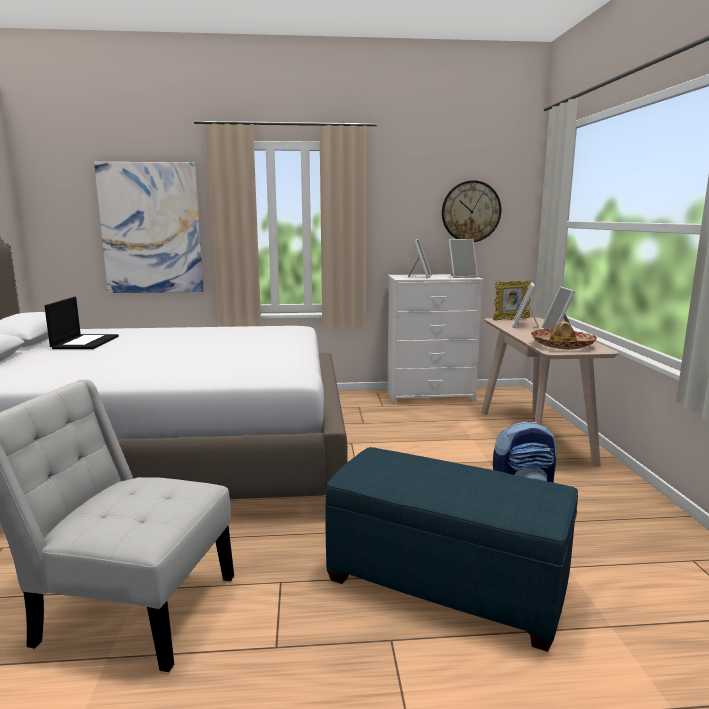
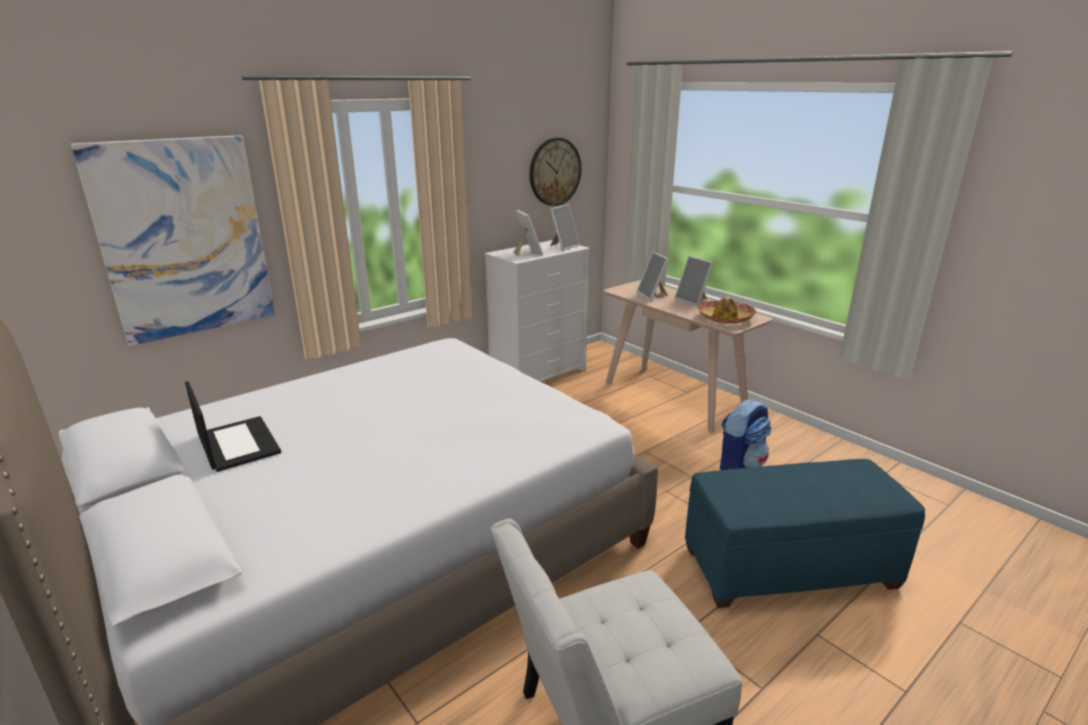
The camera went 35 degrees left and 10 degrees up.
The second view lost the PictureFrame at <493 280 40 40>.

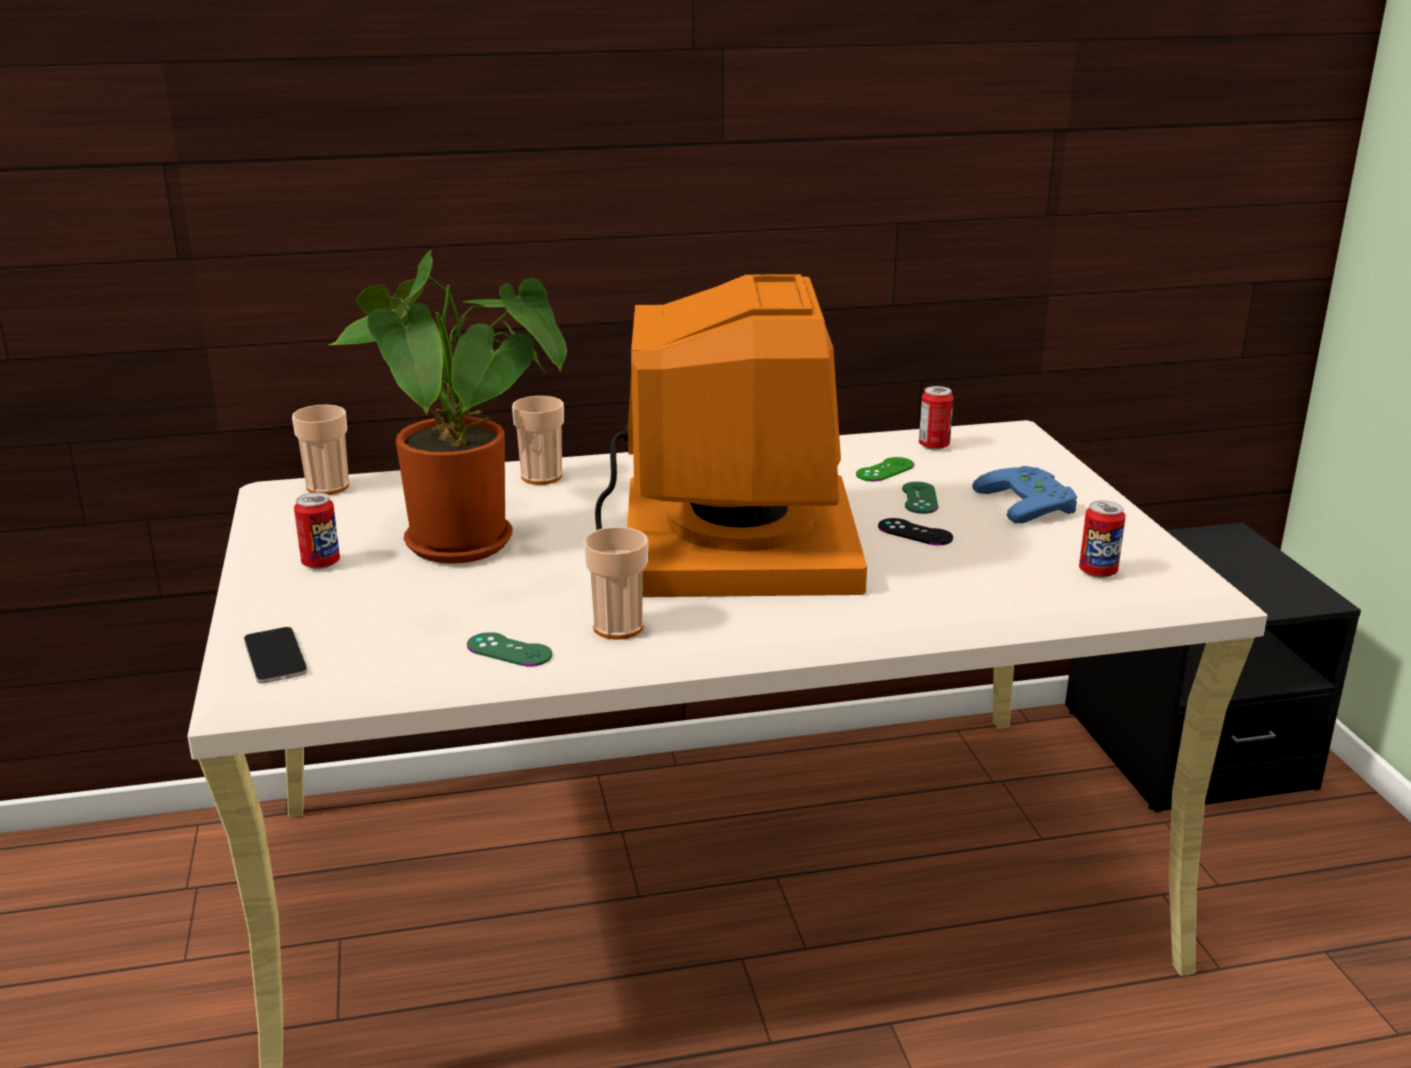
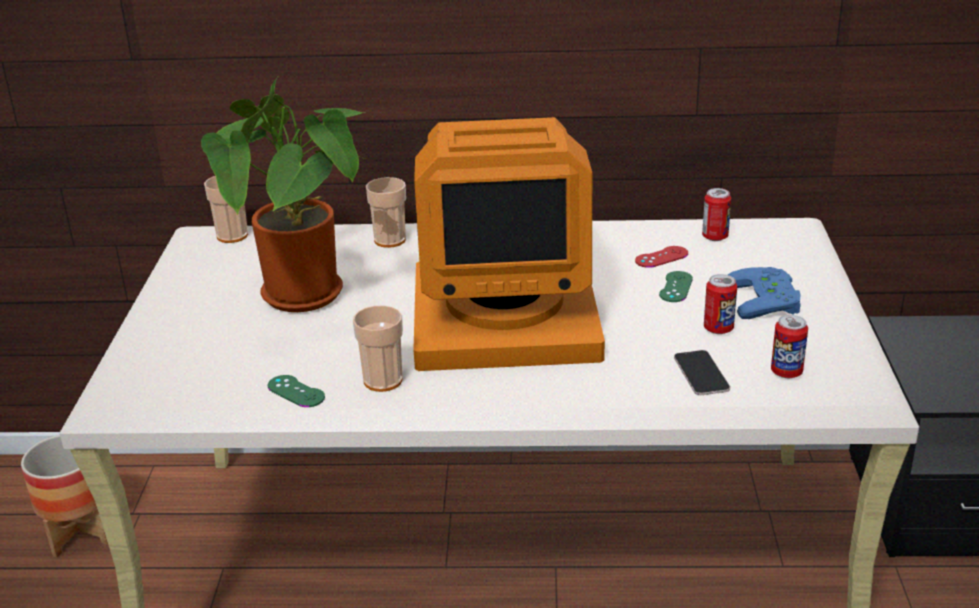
The camera went 15 degrees right and 5 degrees up.
The Monitor at <595 274 272 323> ended up facing another way, 75 degrees clockwise from before.
What was the GreenColouredGamepad at <856 457 58 25> turned into the ReddishGamepad at <635 246 53 22>.
The Can ended up elsewhere, having gone from <294 493 46 76> to <704 274 33 60>.
The second view lost the BlackishGamepad at <878 518 75 27>.
The Phone ended up elsewhere, having gone from <244 627 64 56> to <674 350 56 45>.
The second view gained the Planter at <21 435 87 123>.

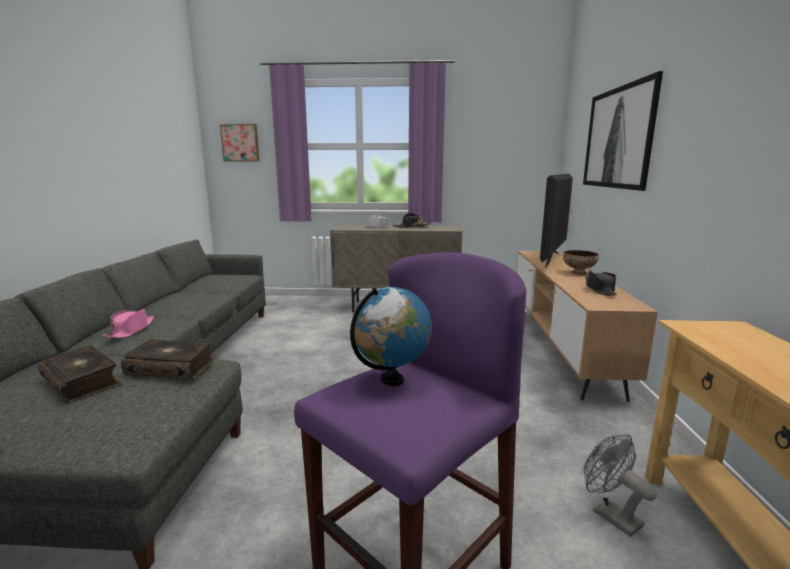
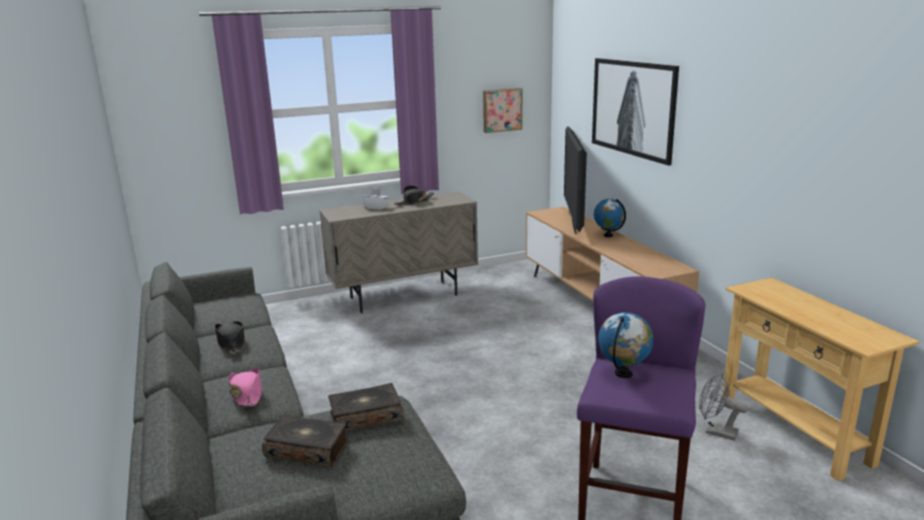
The camera went 25 degrees left and 5 degrees up.
The Picture ended up elsewhere, having gone from <220 124 40 38> to <483 88 39 45>.
Where the Bowl stood at <563 250 36 24>, the WorldGlobe came to stand at <594 199 32 38>.
The BlackishHat ended up elsewhere, having gone from <585 270 32 26> to <214 321 31 33>.

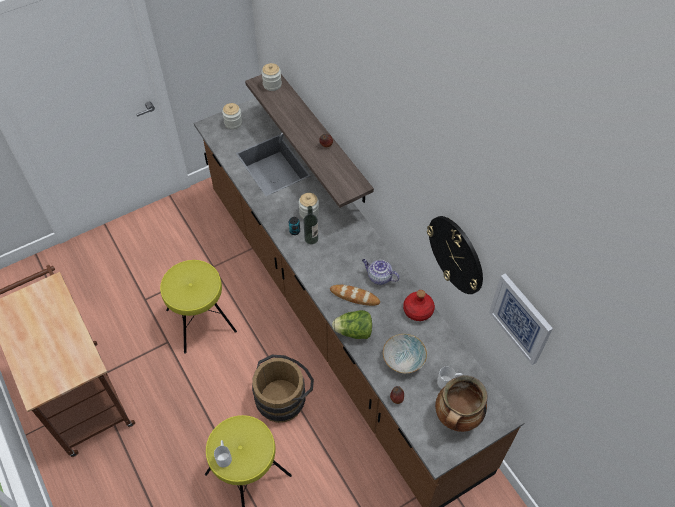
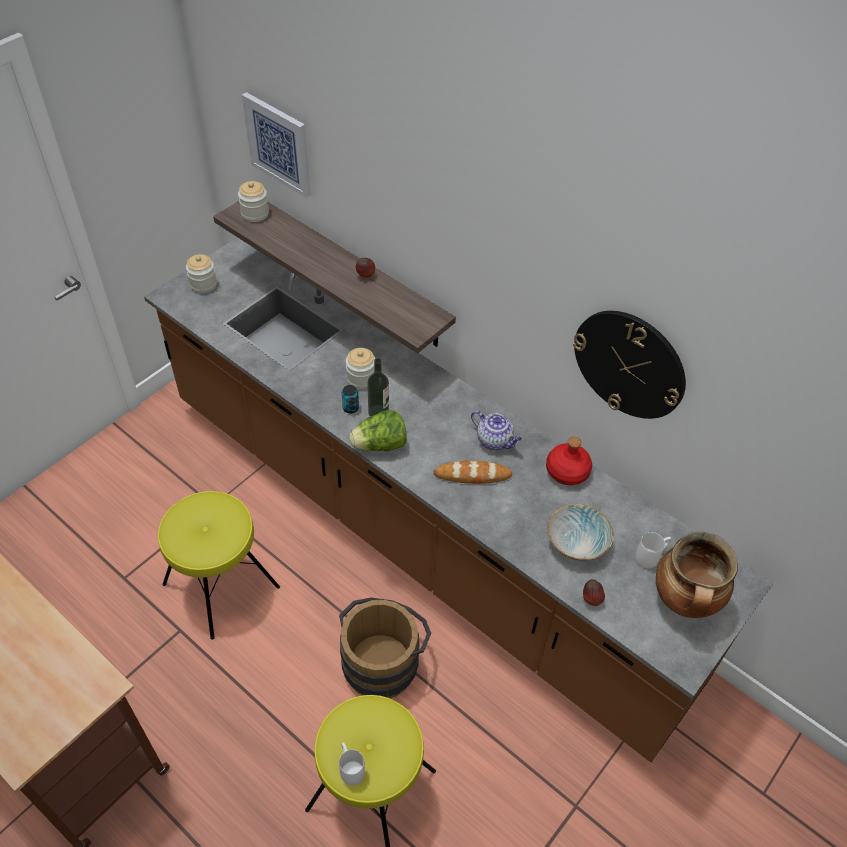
The camera went 20 degrees left and 5 degrees down.
The PotForTea at <362 259 37 26> ended up facing another way, 150 degrees counterclockwise from before.
The Picture ended up elsewhere, having gone from <489 274 64 91> to <242 92 69 106>.
The HeadOfLettuce ended up elsewhere, having gone from <332 310 40 29> to <349 410 57 41>.

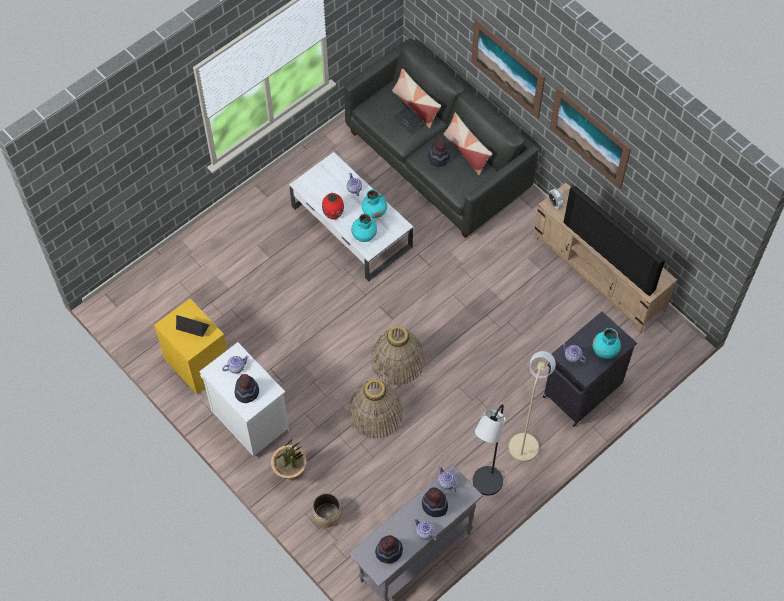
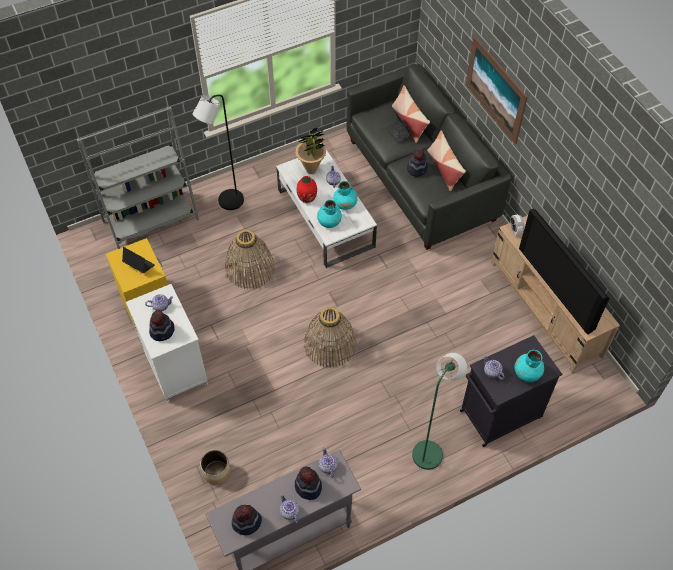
The camera went 15 degrees right and 5 degrees down.
The second view lost the Picture at <550 87 81 102>.
What was the BeigeColouredFloorLamp at <509 351 47 111> turned into the GreenColouredFloorLamp at <412 353 55 117>.
The StorageBasket ended up elsewhere, having gone from <348 379 55 60> to <225 230 50 59>.
The BlackishFloorLamp ended up elsewhere, having gone from <473 404 33 92> to <193 95 51 115>.
The PottedPlant ended up elsewhere, having gone from <271 440 36 40> to <295 127 31 47>.
The second view gained the GreyBookshelf at <77 107 122 142>.

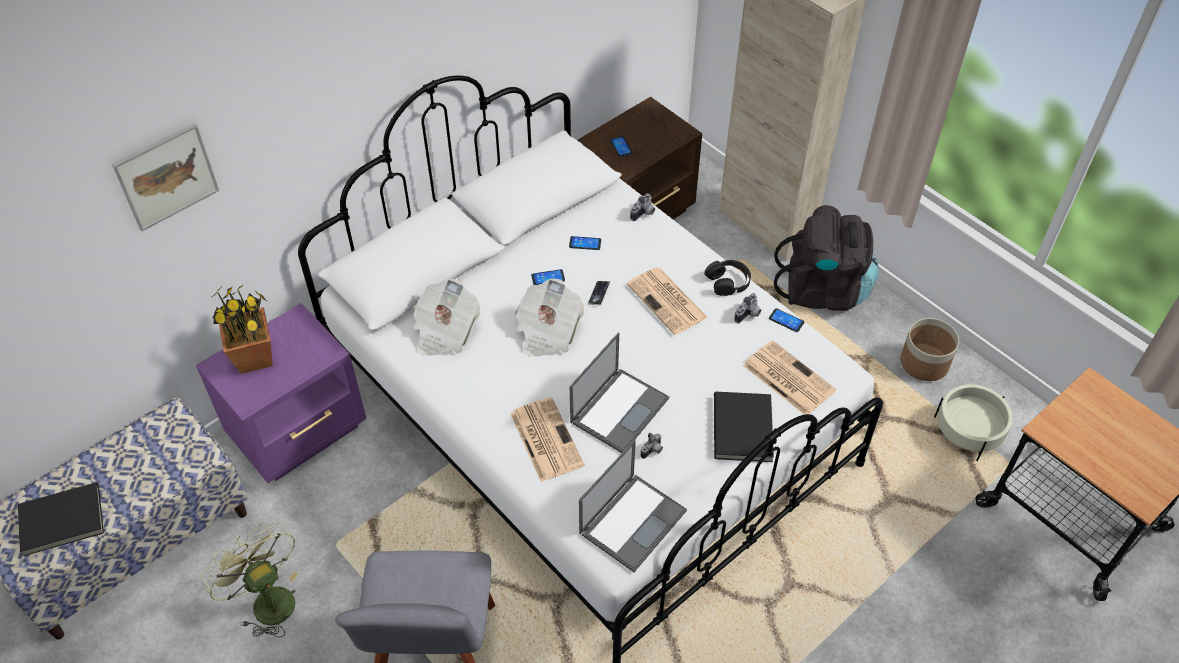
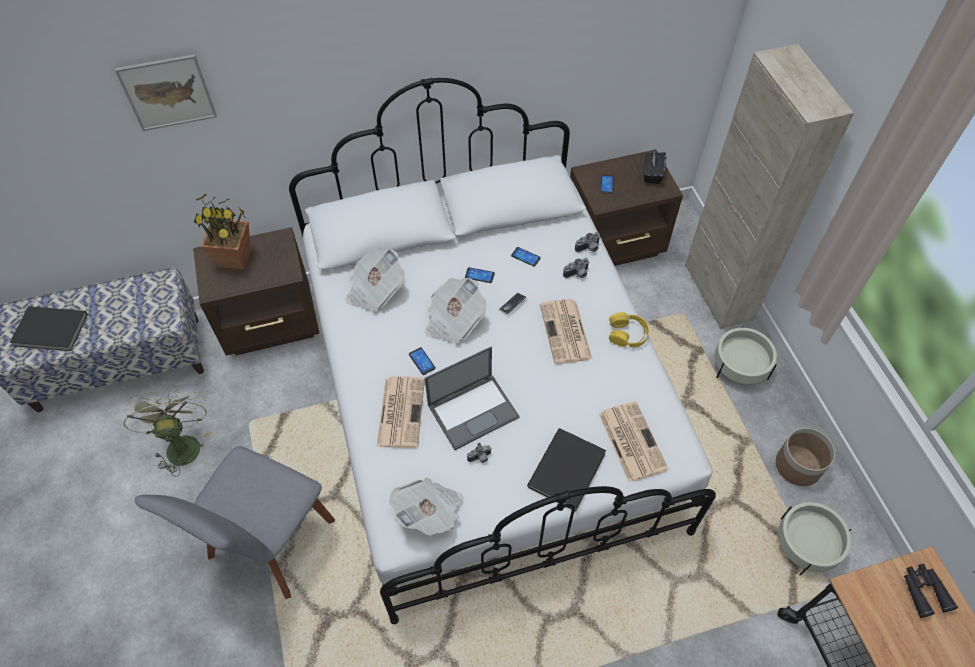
The camera went 25 degrees right and 5 degrees up.
Where the BlackishRucksack stood at <774 205 105 106>, the BeigeColouredPlanter came to stand at <715 326 62 58>.
What was the BlackishPairOfHeadphones at <704 260 47 36> turned into the YellowPairOfHeadphones at <609 312 40 36>.
The PhotoCamera ended up elsewhere, having gone from <734 293 27 30> to <563 258 27 20>.
What was the PurpleColouredNightstand at <196 303 171 180> turned into the BrownishNightstand at <193 227 126 129>.
The Phone ended up elsewhere, having gone from <769 308 35 24> to <409 347 27 28>.
Where the NotebookComputer stood at <579 440 108 132>, the DailyPaper came to stand at <389 478 75 57>.
The second view gained the BlackishTissueBox at <643 152 23 32>.
The second view gained the BlackishFieldGlasses at <904 564 54 54>.

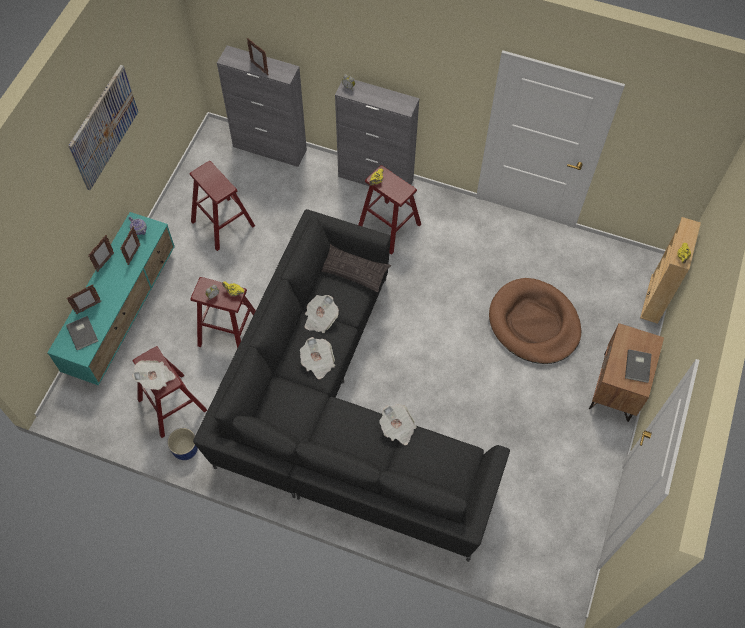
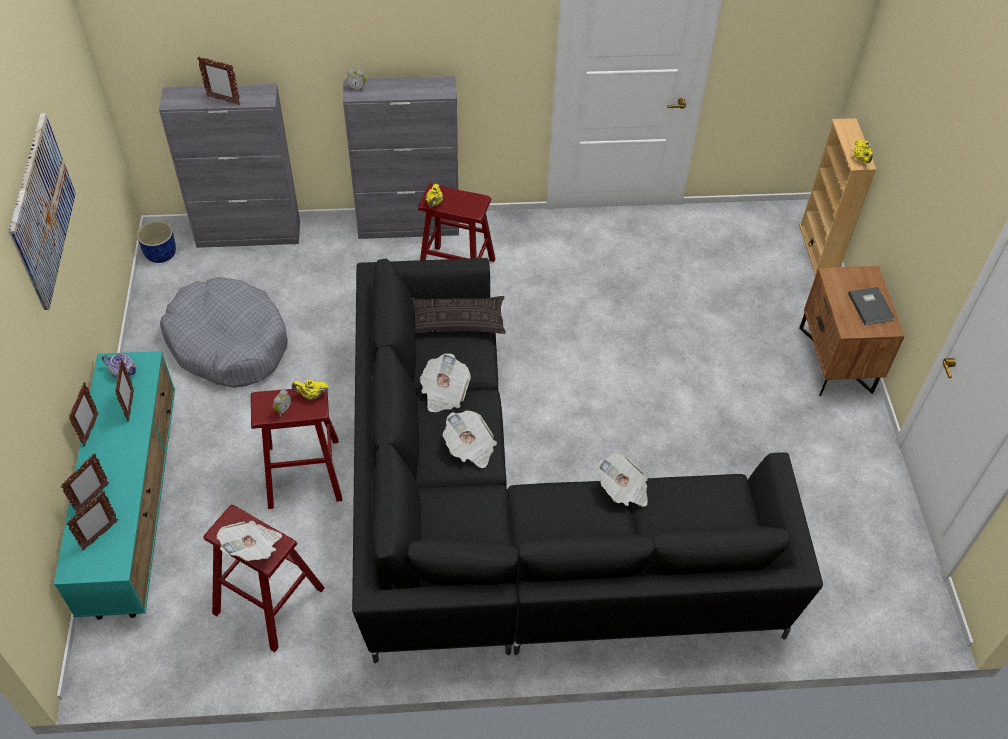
The camera went 25 degrees left and 10 degrees down.
Where the ReddishSittingStool stood at <190 161 65 90>, the GreyPetBed came to stand at <160 277 128 111>.
The second view lost the BrownishPetBed at <489 278 92 86>.
Where the GreyVolume stood at <66 316 32 34>, the PictureFrame came to stand at <66 491 52 59>.
The BlueColouredPlanter ended up elsewhere, having gone from <167 428 31 32> to <137 221 39 42>.

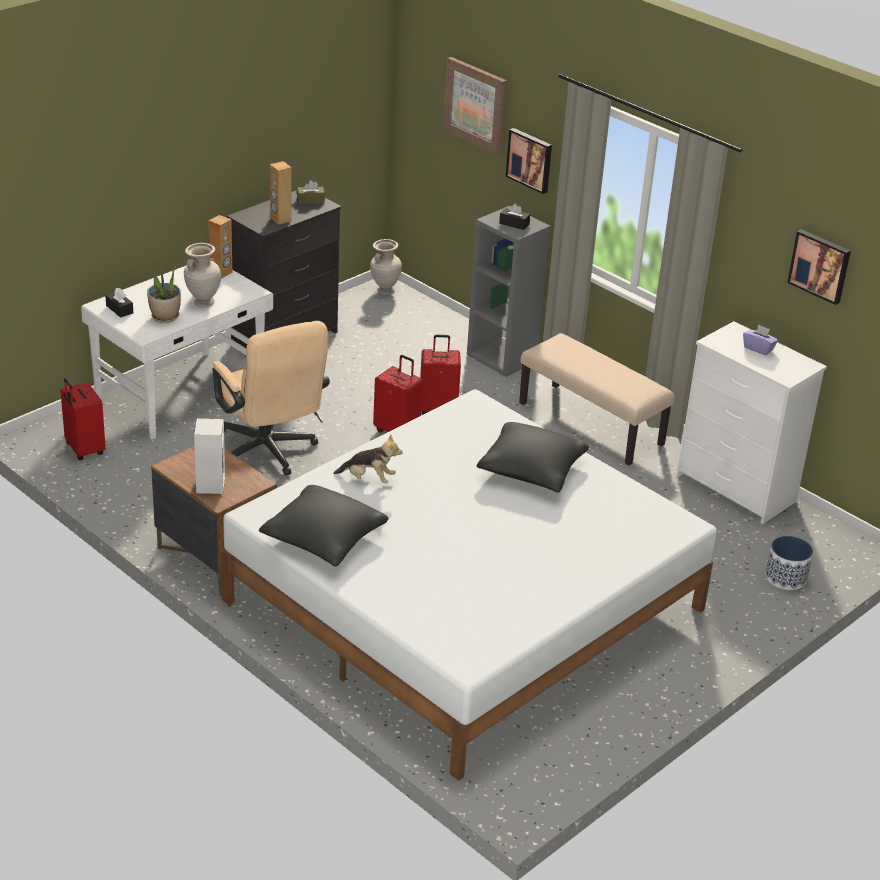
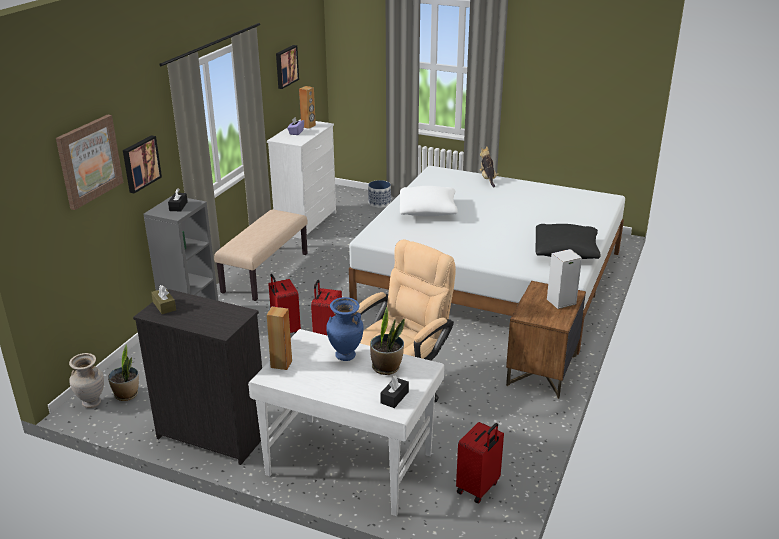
The camera went 110 degrees left and 5 degrees down.
The BrownishLoudspeaker ended up elsewhere, having gone from <270 161 22 64> to <299 86 17 43>.
What was the BeigeColouredFlowerVase at <184 243 37 64> turned into the BlueColouredFlowerVase at <326 297 37 64>.
What was the BlackishCushion at <477 422 112 71> turned into the WhiteColouredCushion at <400 186 58 30>.
The CuddlyToy ended up elsewhere, having gone from <333 434 70 49> to <480 146 19 41>.
The second view gained the PottedPlant at <108 345 31 56>.

